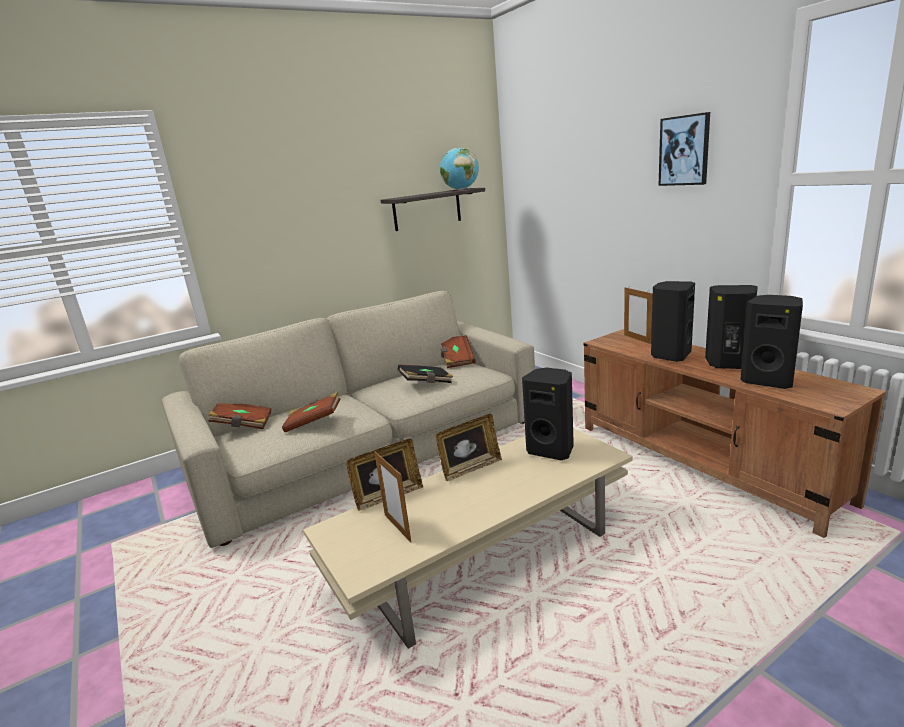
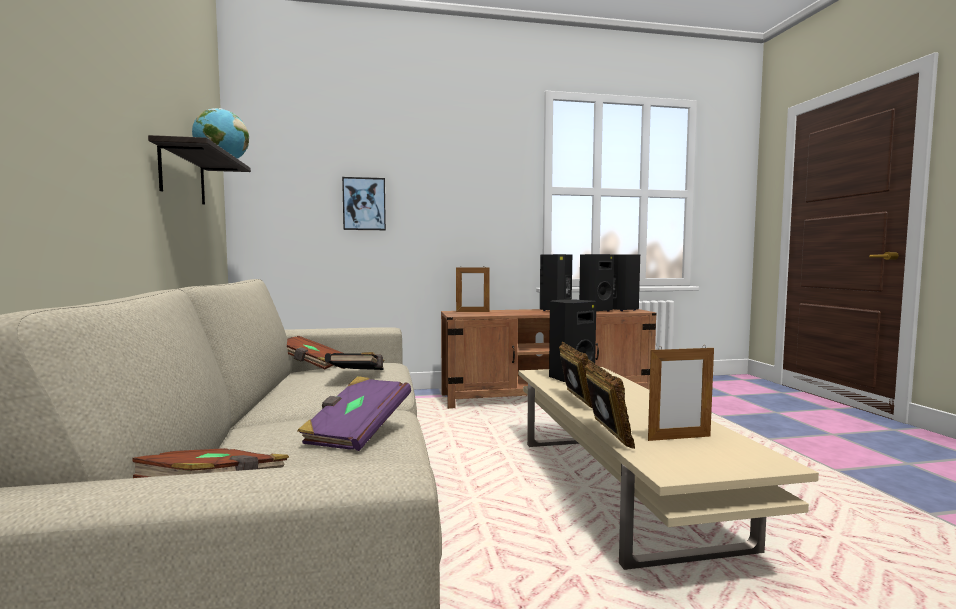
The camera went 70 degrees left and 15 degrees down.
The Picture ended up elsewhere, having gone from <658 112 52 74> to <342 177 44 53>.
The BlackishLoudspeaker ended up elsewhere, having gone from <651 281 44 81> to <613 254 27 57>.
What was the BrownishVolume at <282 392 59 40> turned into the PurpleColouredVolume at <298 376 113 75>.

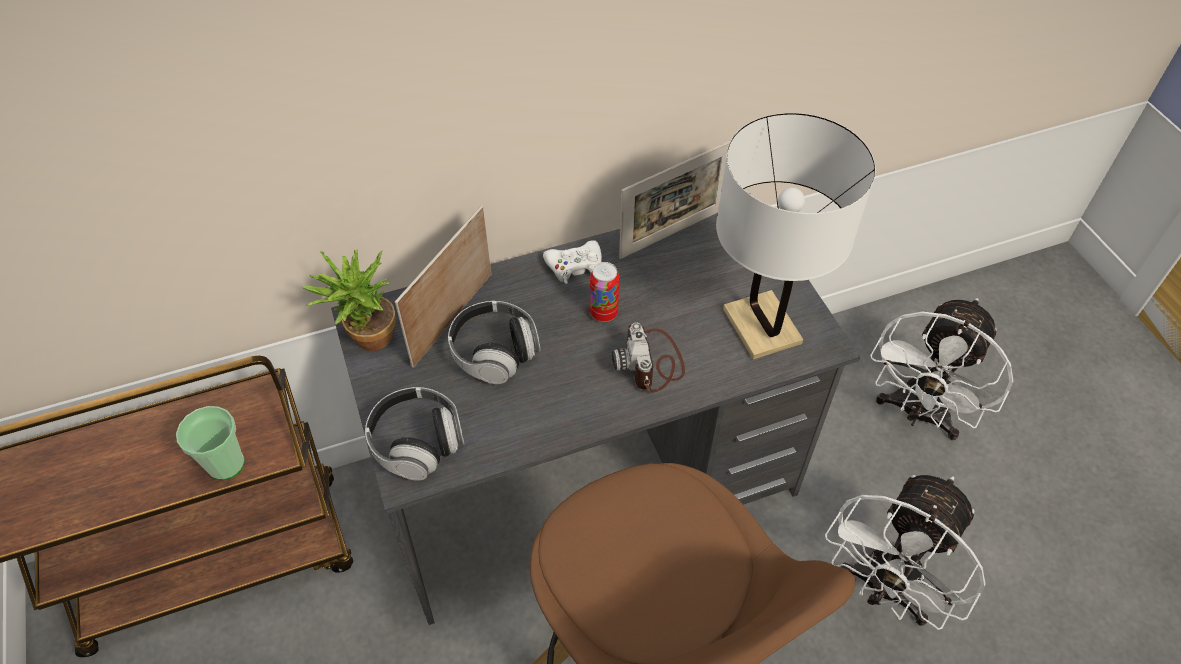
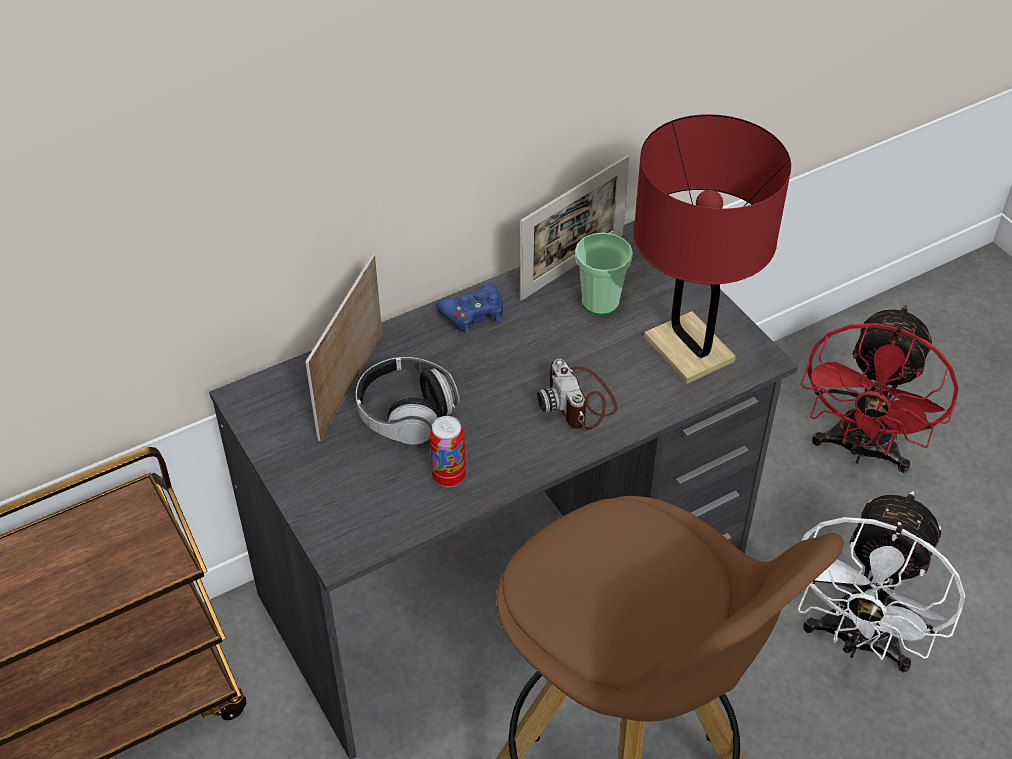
The camera went 10 degrees left and 5 degrees down.
What was the WhiteColouredTableLamp at <716 113 160 247> turned into the ReddishTableLamp at <633 114 158 270>.
What was the WhiteColouredGamepad at <543 240 59 44> turned into the BlueColouredGamepad at <436 284 67 50>.
The second view lost the PottedPlant at <302 250 94 101>.
The Can ended up elsewhere, having gone from <590 262 29 60> to <429 416 37 71>.
What was the WhiteColouredCoolingFan at <870 298 143 142> turned into the ReddishCoolingFan at <801 305 158 168>.
The second view lost the PairOfHeadphones at <365 387 100 94>.
The Cup ended up elsewhere, having gone from <176 406 69 74> to <575 233 58 82>.

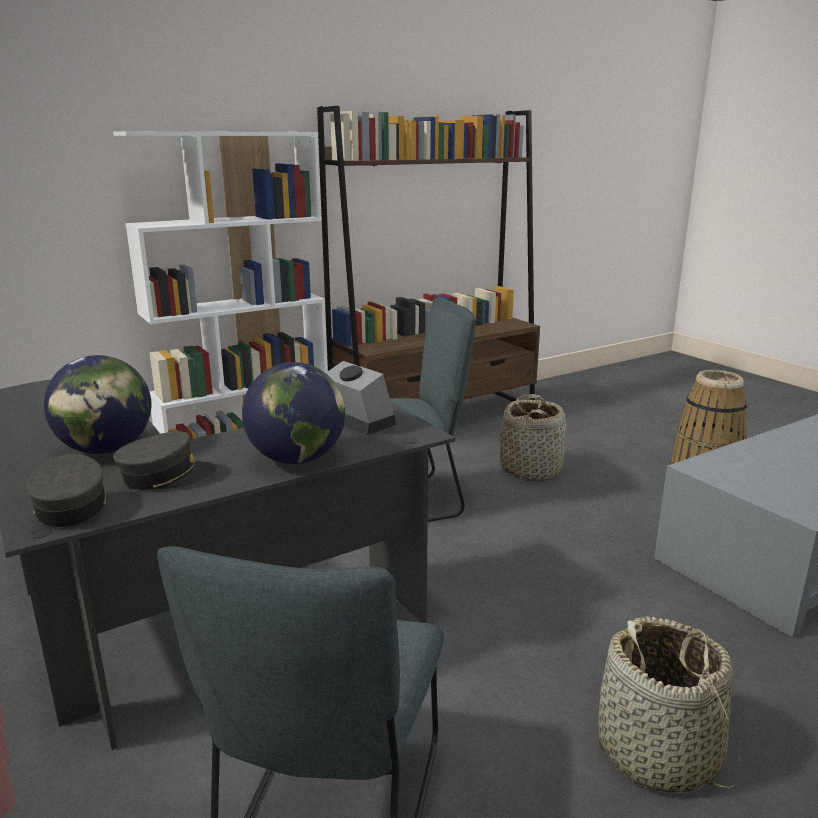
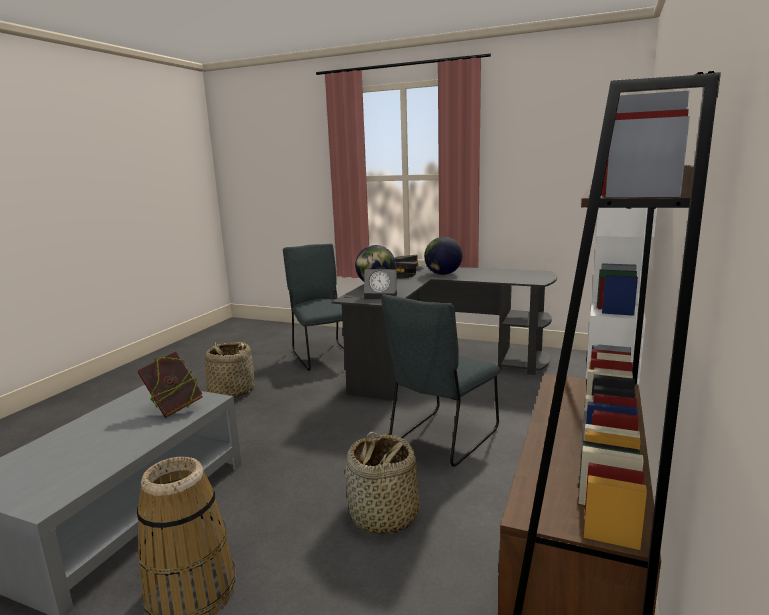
The camera went 145 degrees right and 5 degrees down.
The second view gained the Volume at <138 351 65 67>.

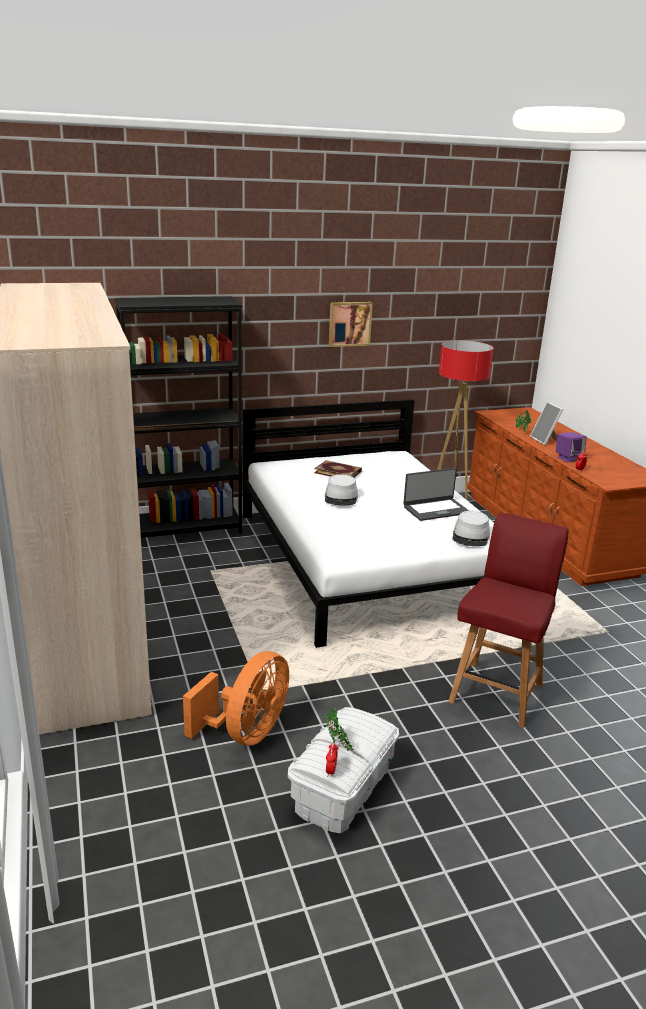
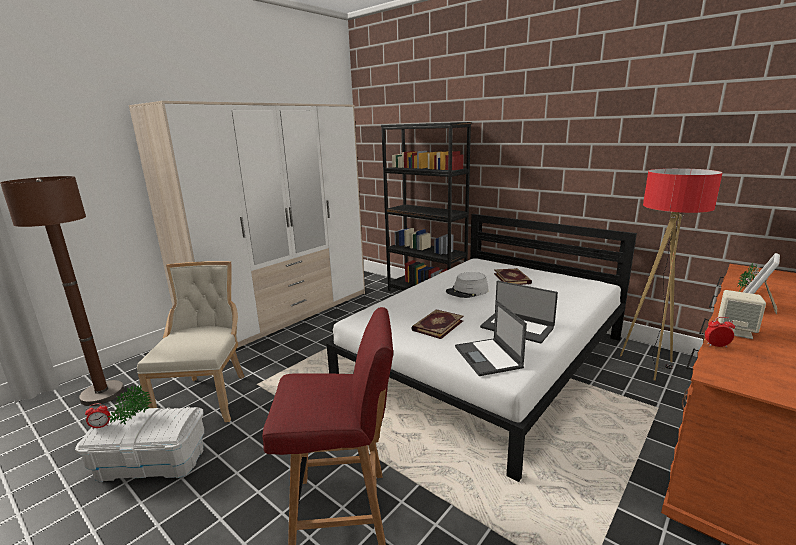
The camera went 60 degrees right and 5 degrees down.
The second view lost the Picture at <329 302 44 45>.
What was the PurpleColouredLoudspeaker at <556 432 31 30> turned into the BeigeColouredLoudspeaker at <718 290 48 49>.
Where the GreyHat stood at <452 511 38 35>, the NotebookComputer came to stand at <455 300 72 76>.
Where the OrangeyCoolingFan stood at <183 651 106 95>, the BeigeColouredUprightChair came to stand at <137 261 107 161>.
The second view gained the BrownishFloorLamp at <0 176 124 230>.
The second view gained the Volume at <411 309 53 30>.

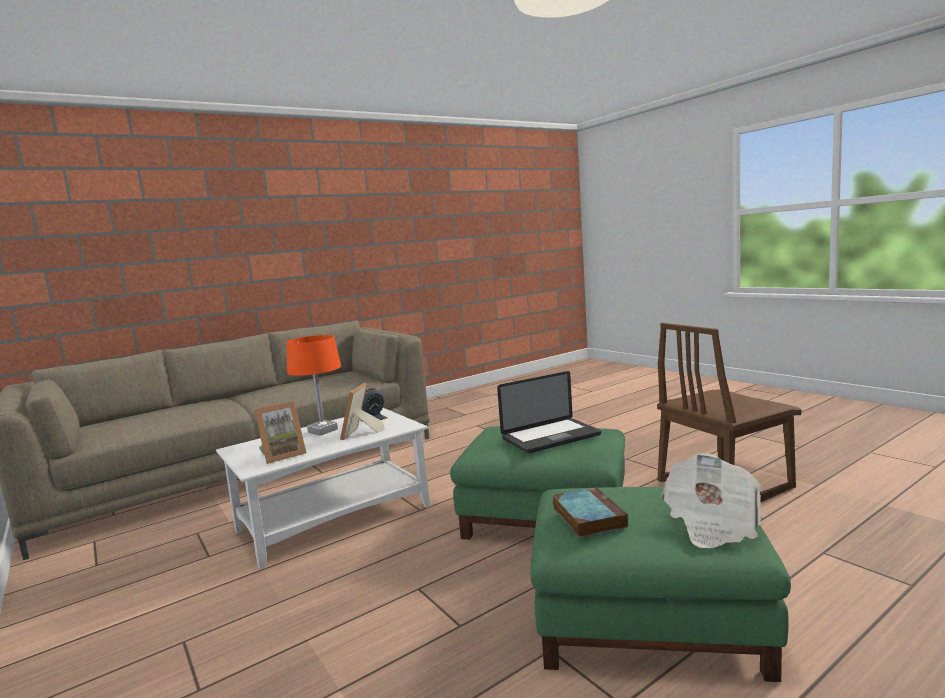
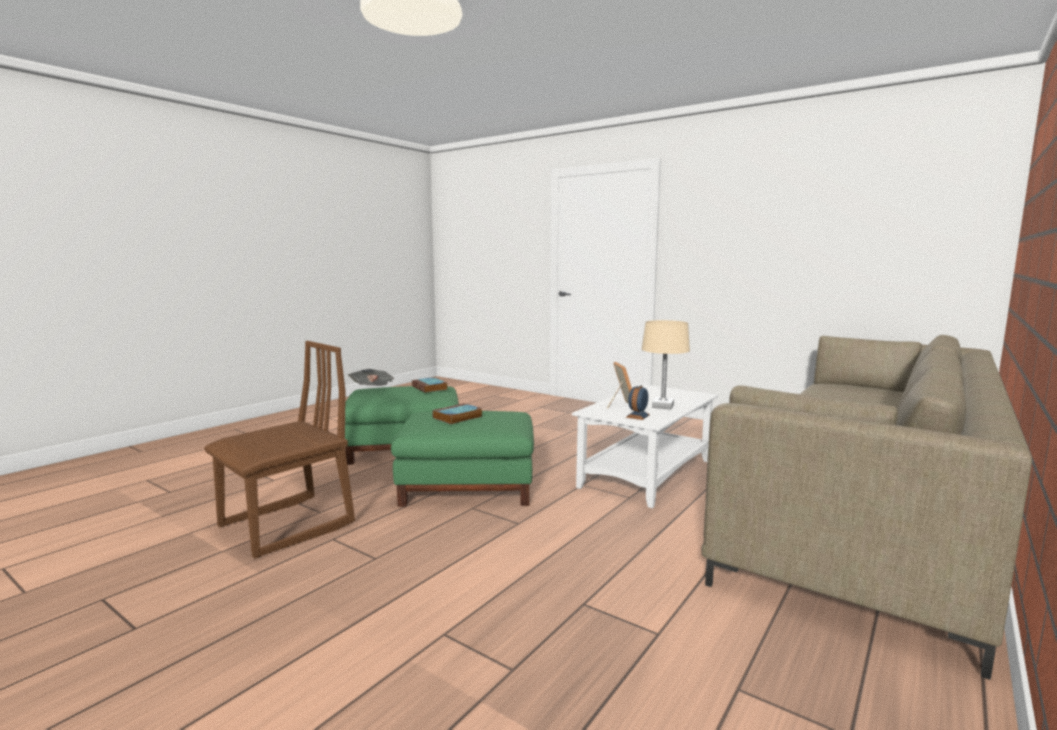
The camera went 160 degrees right and 0 degrees up.
What was the OrangeyTableLamp at <286 335 55 101> turned into the BeigeColouredTableLamp at <642 320 48 90>.
Where the NotebookComputer stood at <497 371 104 82>, the Volume came to stand at <432 403 51 21>.
The second view lost the PictureFrame at <254 401 52 63>.

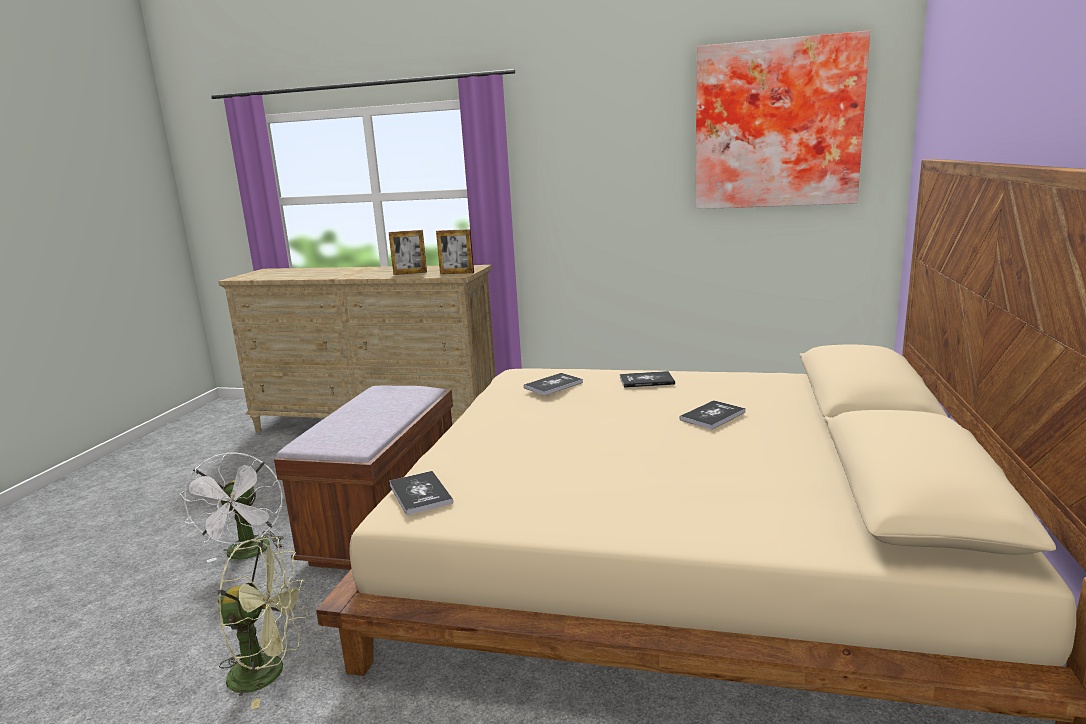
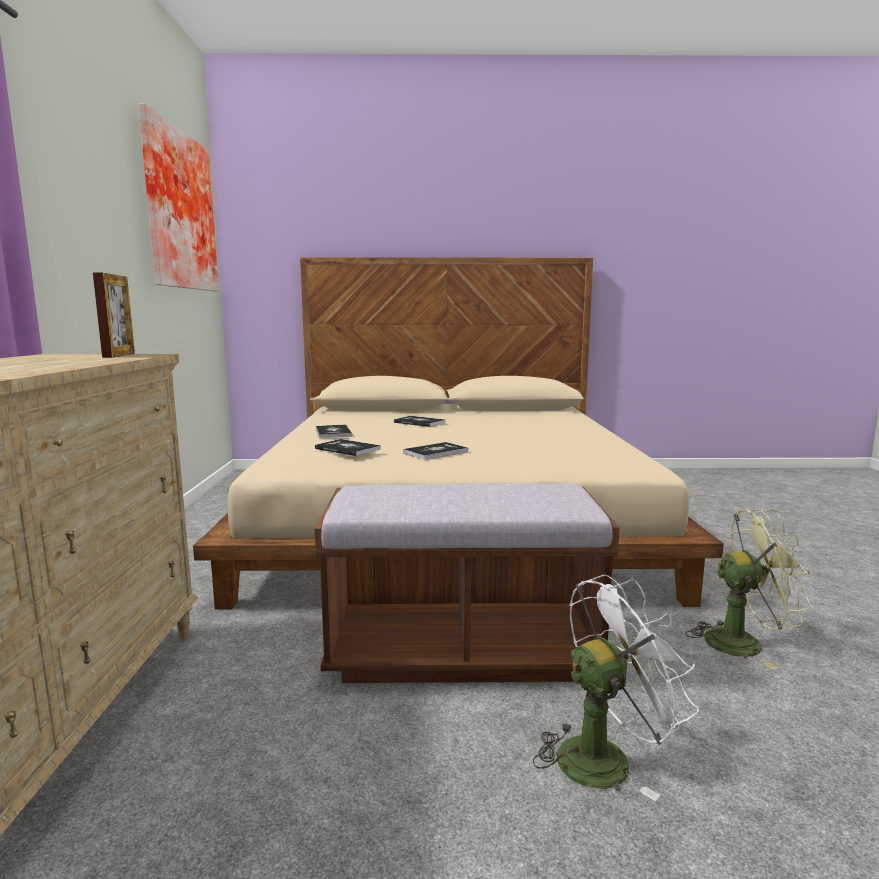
The camera went 105 degrees left and 5 degrees down.
The second view lost the PictureFrame at <389 230 38 45>.
The Volume ended up elsewhere, having gone from <390 471 63 44> to <403 442 65 18>.
The GreenColouredCoolingFan at <217 537 91 173> ended up facing another way, 105 degrees clockwise from before.

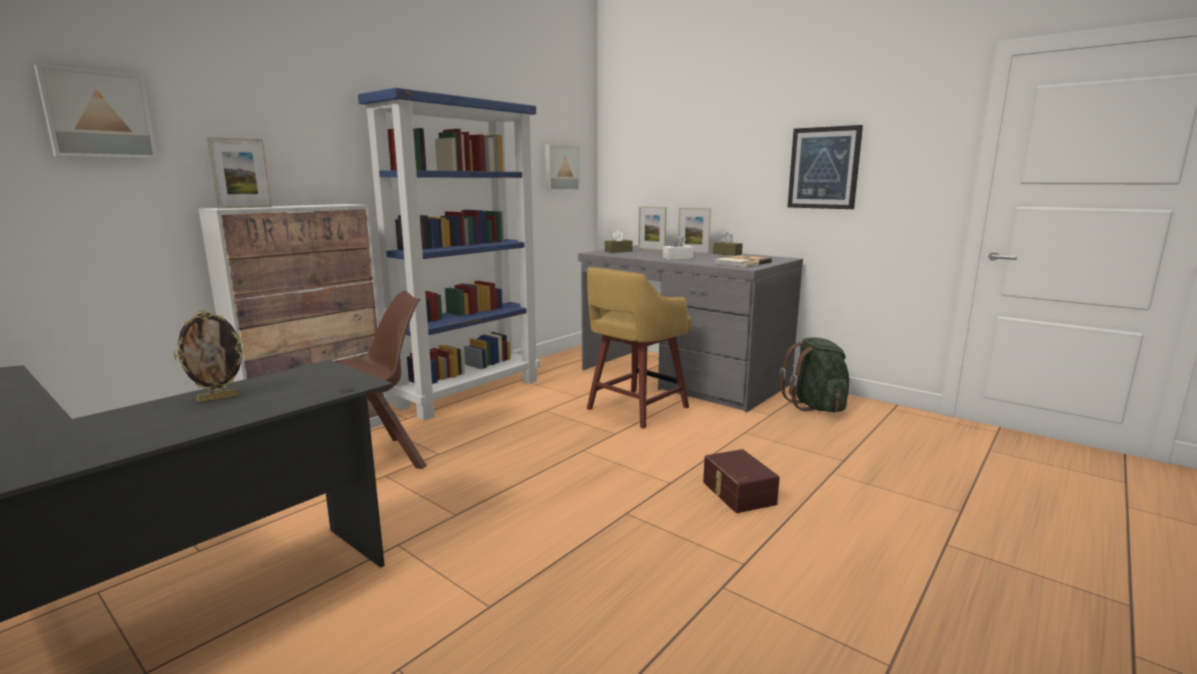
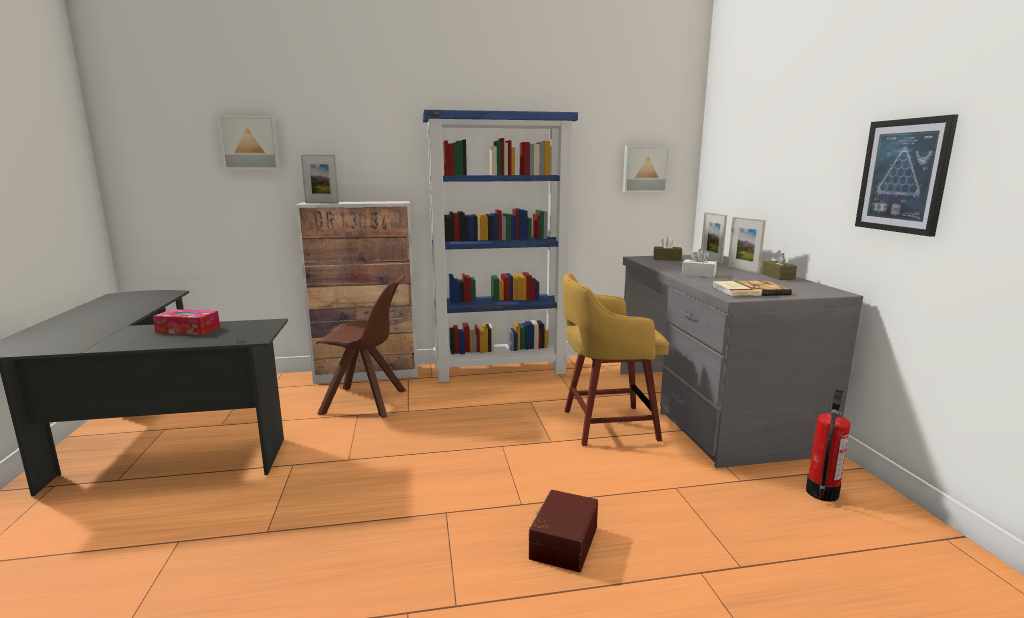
The camera went 40 degrees right and 0 degrees up.
Where the PictureFrame stood at <173 310 73 92>, the TissueBox came to stand at <153 309 67 26>.
Where the GreenColouredRucksack stood at <780 337 69 75>, the Extinguisher came to stand at <806 390 44 112>.

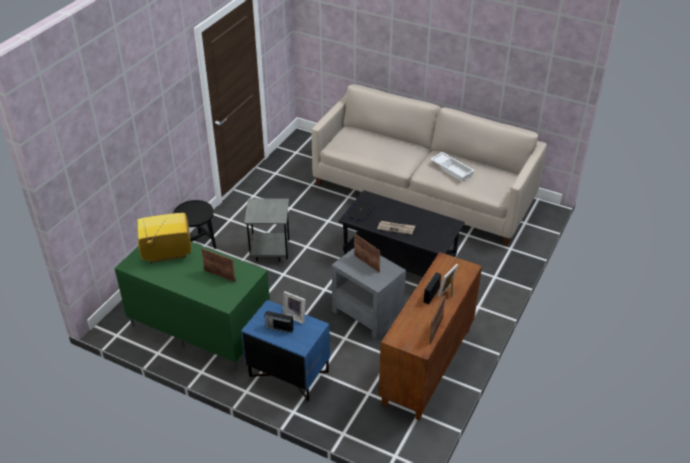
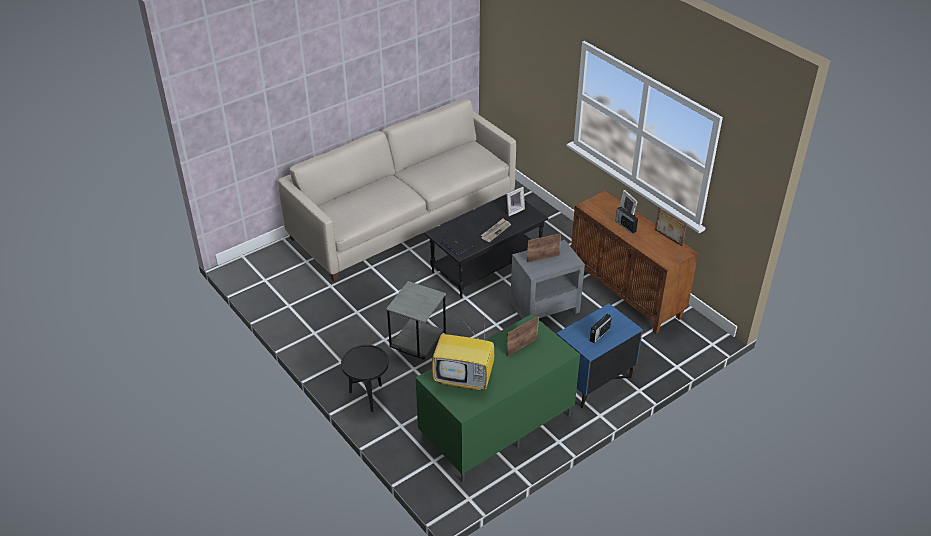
The camera went 65 degrees left and 0 degrees up.
The second view lost the WhiteColouredTray at <431 152 44 29>.
The Tv at <137 213 54 50> ended up facing another way, 90 degrees counterclockwise from before.
The PictureFrame ended up elsewhere, having gone from <283 291 23 33> to <507 187 18 29>.

